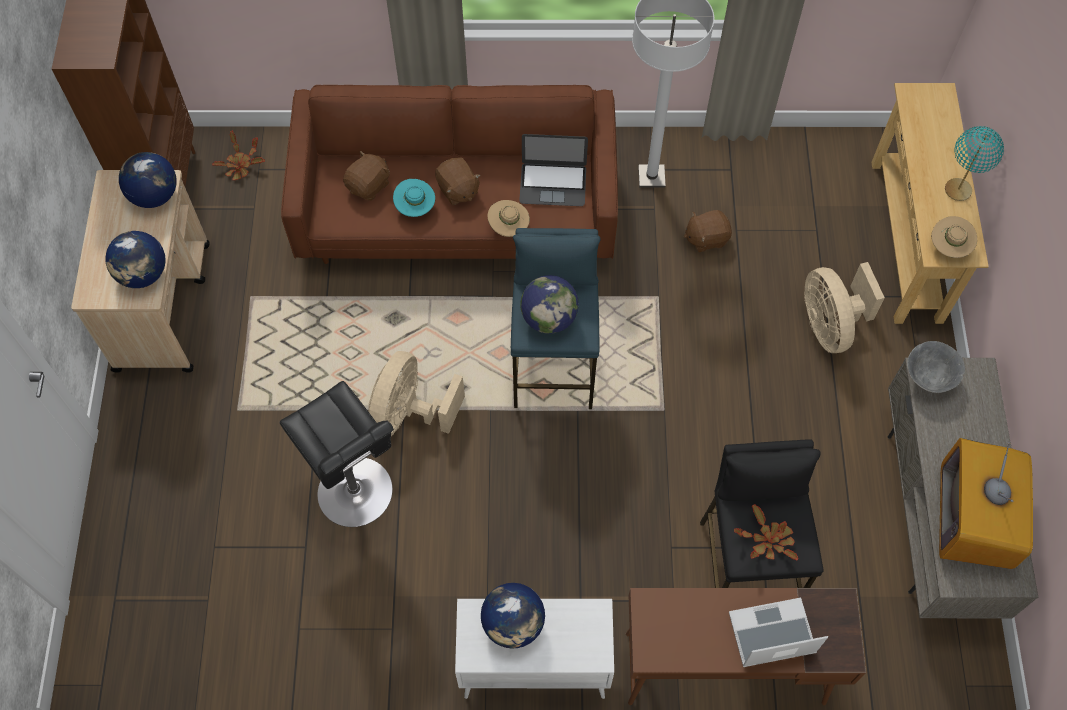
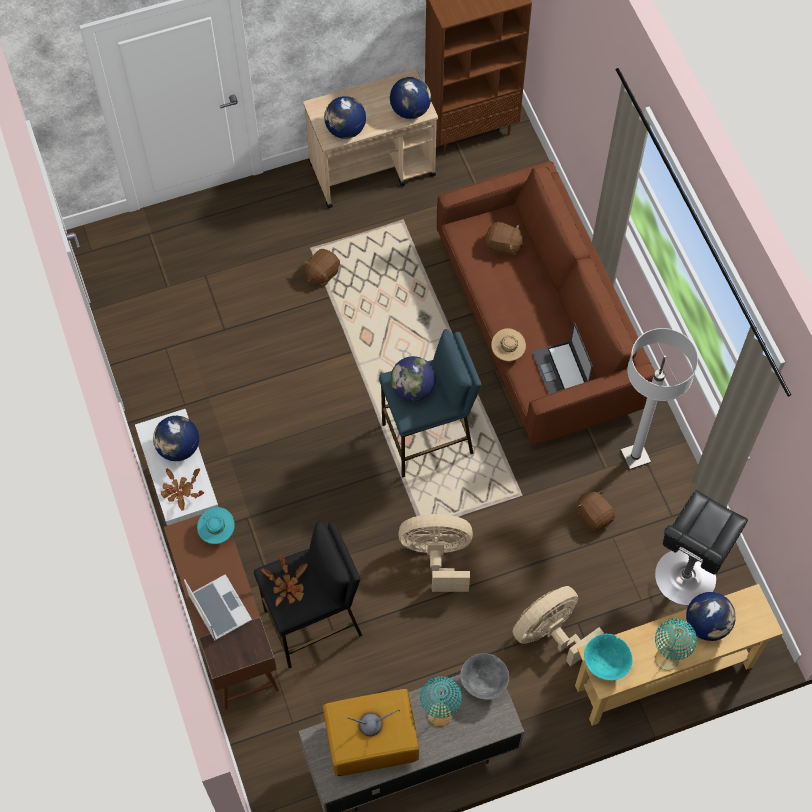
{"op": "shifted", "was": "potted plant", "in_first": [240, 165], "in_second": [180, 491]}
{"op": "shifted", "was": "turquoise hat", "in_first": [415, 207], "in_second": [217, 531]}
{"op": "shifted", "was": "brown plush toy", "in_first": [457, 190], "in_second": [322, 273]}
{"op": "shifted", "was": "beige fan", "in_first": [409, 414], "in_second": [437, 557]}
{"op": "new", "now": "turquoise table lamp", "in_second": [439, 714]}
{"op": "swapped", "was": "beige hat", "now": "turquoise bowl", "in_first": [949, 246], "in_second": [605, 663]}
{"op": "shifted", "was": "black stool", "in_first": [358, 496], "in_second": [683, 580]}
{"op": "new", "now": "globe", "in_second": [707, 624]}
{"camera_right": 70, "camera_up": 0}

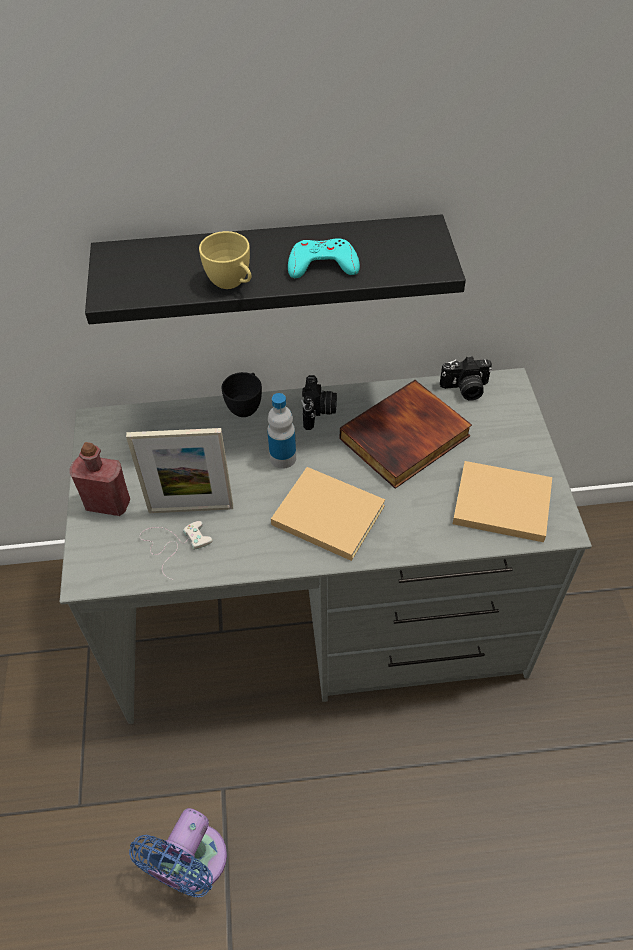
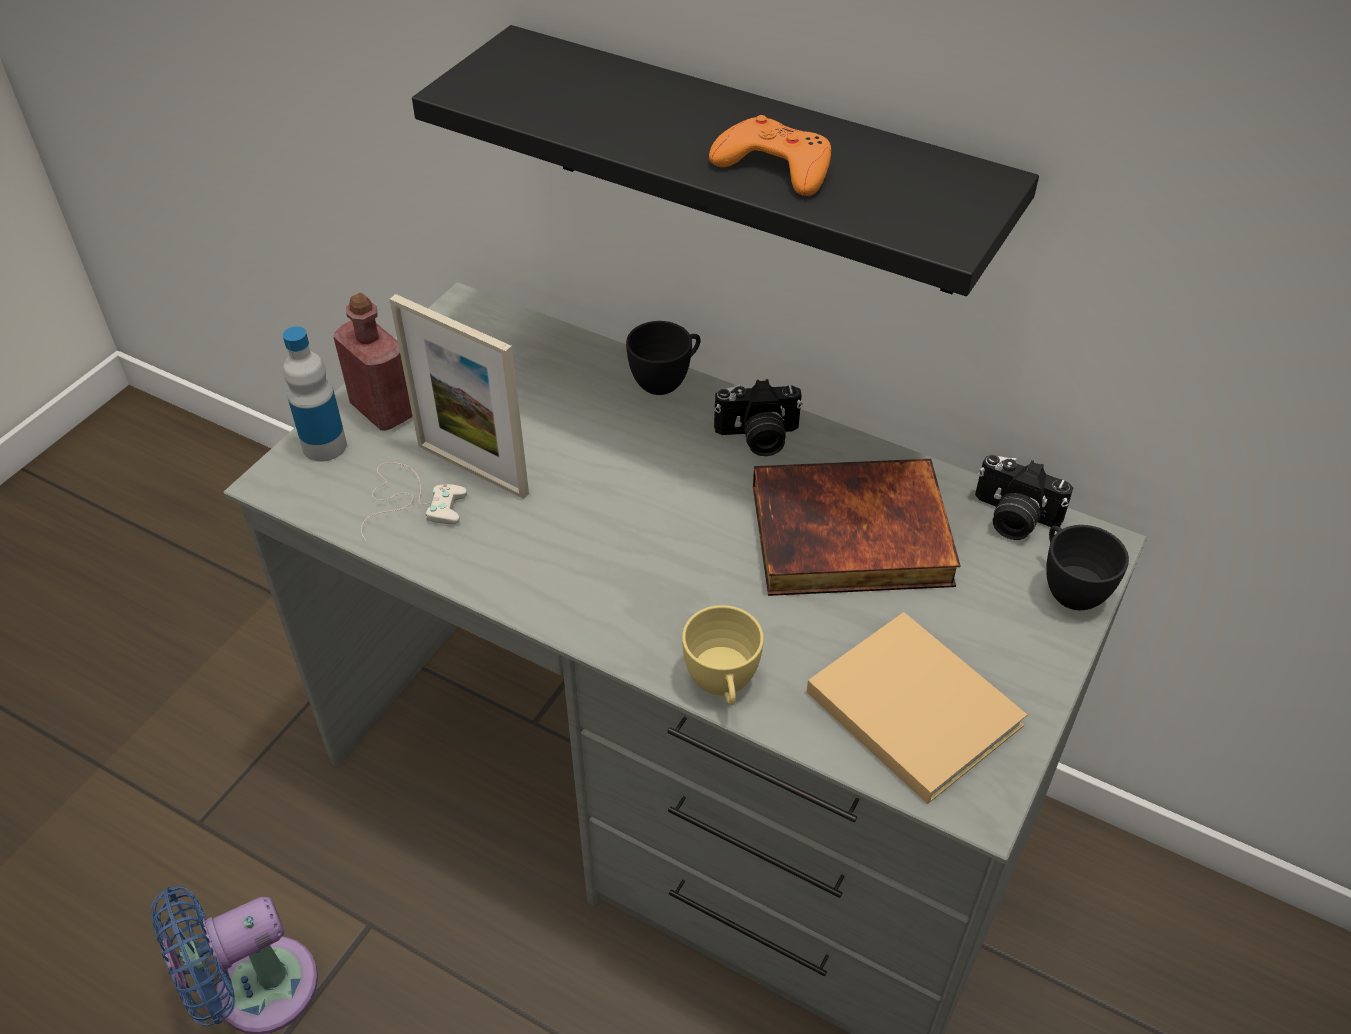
{"op": "shifted", "was": "bottle", "in_first": [283, 458], "in_second": [324, 446]}
{"op": "shifted", "was": "yellow cup", "in_first": [232, 283], "in_second": [722, 685]}
{"op": "repainted", "was": "turquoise game controller", "now": "orange game controller", "in_first": [322, 265], "in_second": [774, 166]}
{"op": "rotated", "was": "photo camera", "in_first": [319, 412], "in_second": [757, 437], "clockwise": 45}
{"op": "new", "now": "black cup", "in_second": [1069, 587]}
{"op": "gone", "was": "beige book", "in_first": [325, 514]}
{"camera_right": 35, "camera_up": -5}

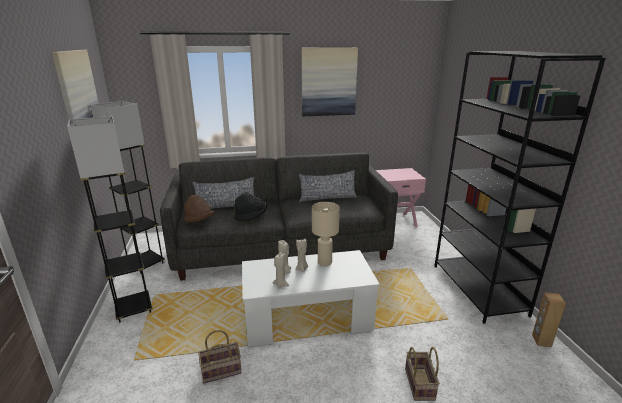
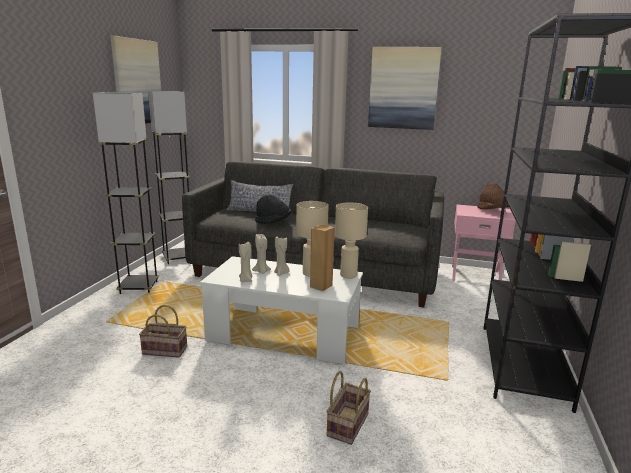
{"op": "shifted", "was": "brown speaker", "in_first": [541, 340], "in_second": [320, 286]}
{"op": "new", "now": "beige table lamp", "in_second": [349, 275]}
{"op": "shifted", "was": "brown hat", "in_first": [199, 221], "in_second": [492, 211]}
{"op": "gone", "was": "pillow", "in_first": [327, 198]}
{"camera_right": 25, "camera_up": -5}

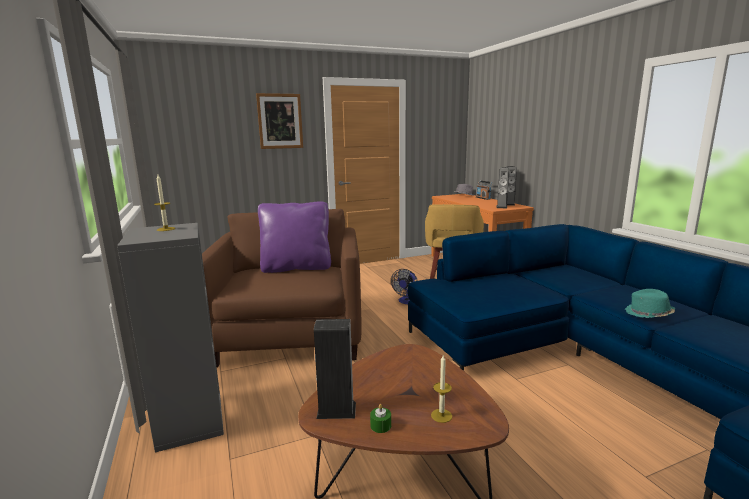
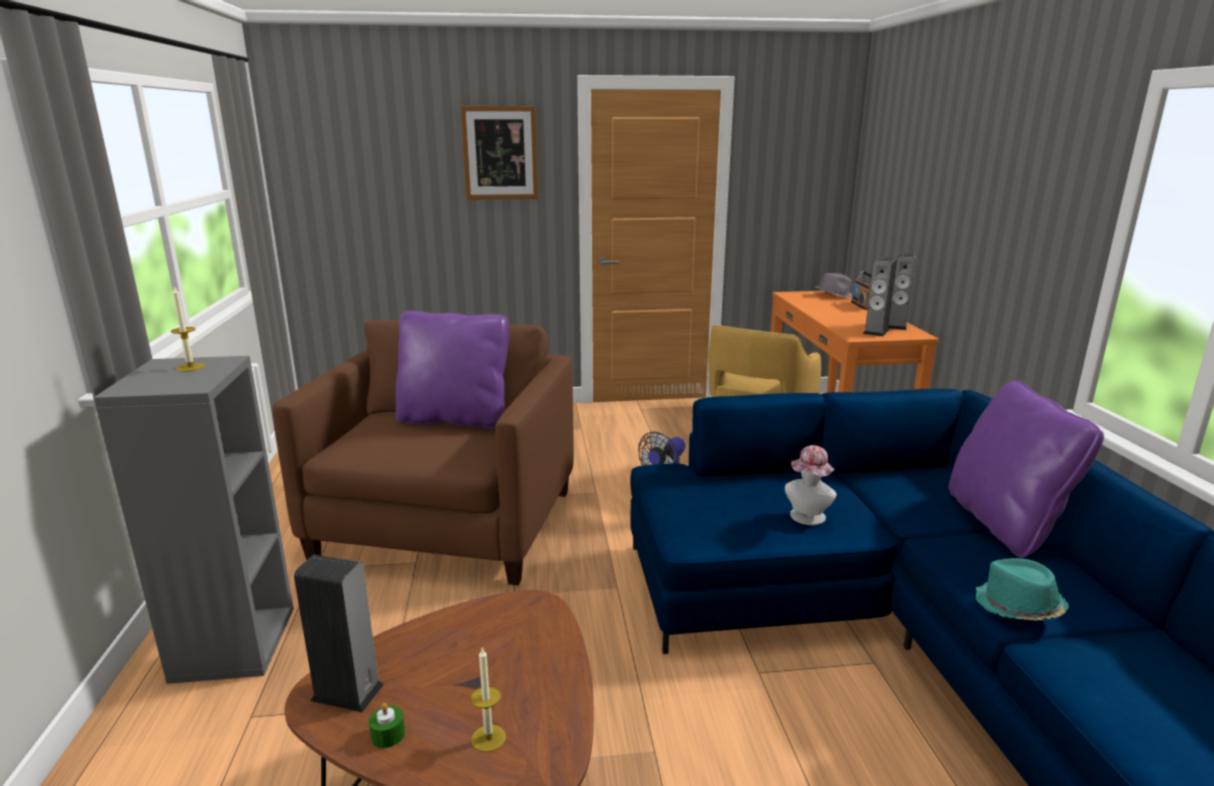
{"op": "new", "now": "hat", "in_second": [807, 518]}
{"op": "new", "now": "purple pillow", "in_second": [1004, 524]}
{"camera_right": 15, "camera_up": 5}

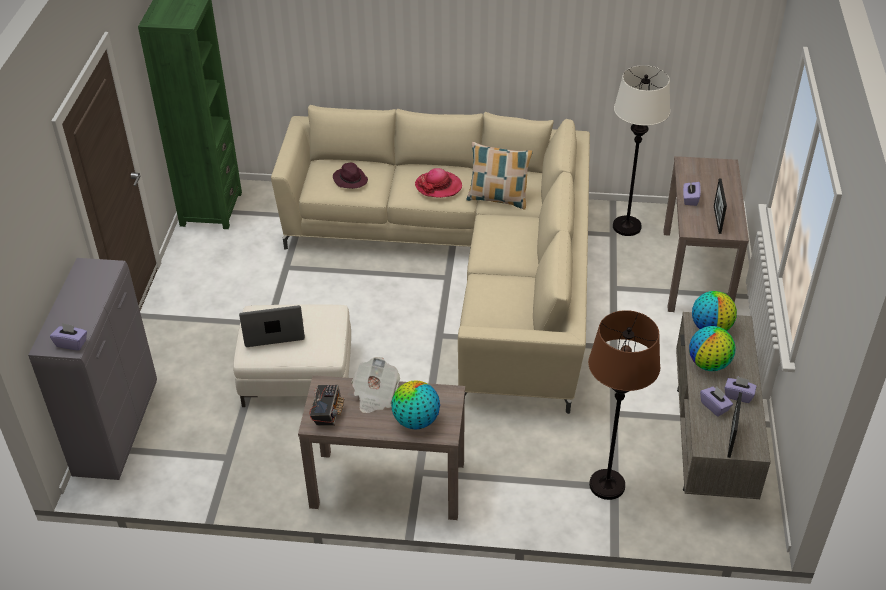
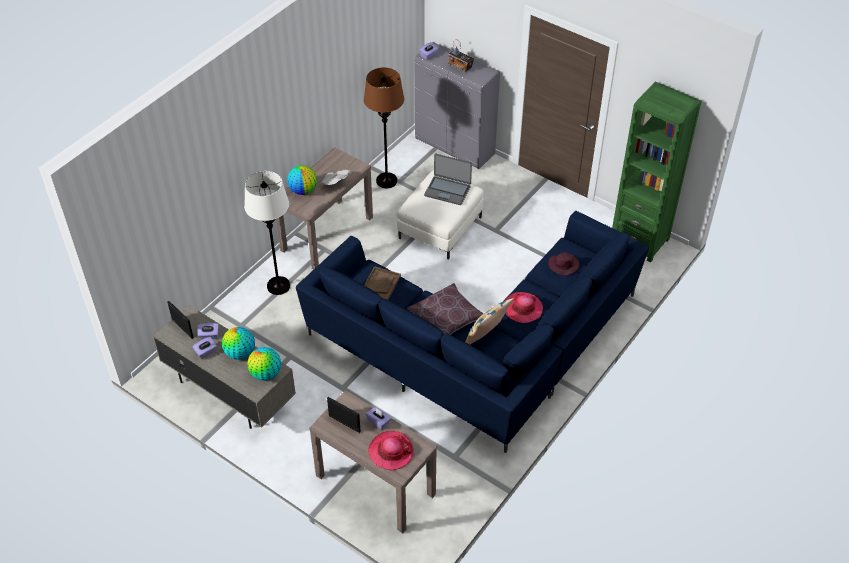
{"op": "shifted", "was": "white floor lamp", "in_first": [626, 227], "in_second": [278, 286]}
{"op": "repainted", "was": "beige sofa", "now": "blue sofa", "in_first": [467, 266], "in_second": [481, 349]}
{"op": "shifted", "was": "brown floor lamp", "in_first": [606, 485], "in_second": [386, 181]}
{"op": "new", "now": "brown tray", "in_second": [380, 284]}
{"op": "new", "now": "hat", "in_second": [391, 452]}
{"op": "new", "now": "brown pillow", "in_second": [446, 318]}
{"op": "rotated", "was": "laptop", "in_first": [273, 330], "in_second": [447, 190], "clockwise": 90}
{"op": "shifted", "was": "radio", "in_first": [327, 414], "in_second": [460, 67]}
{"camera_right": 120, "camera_up": 5}

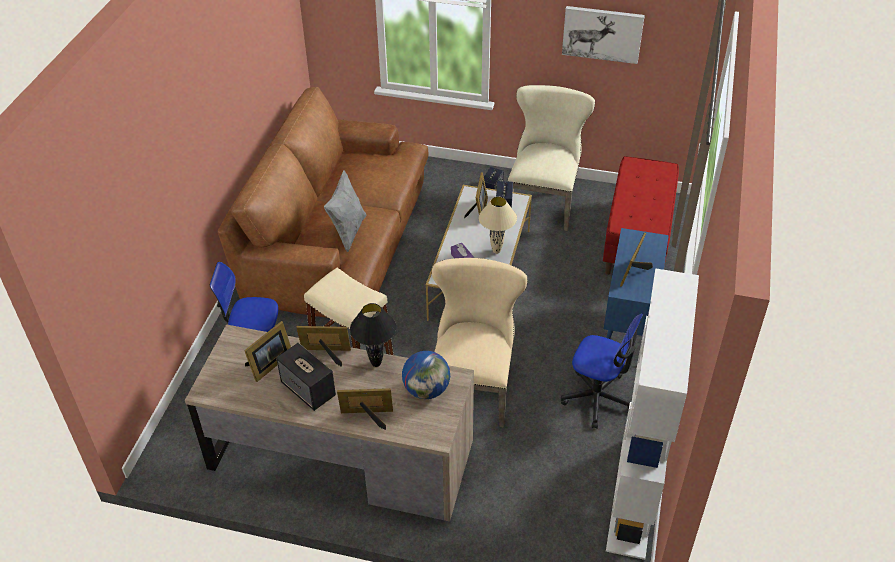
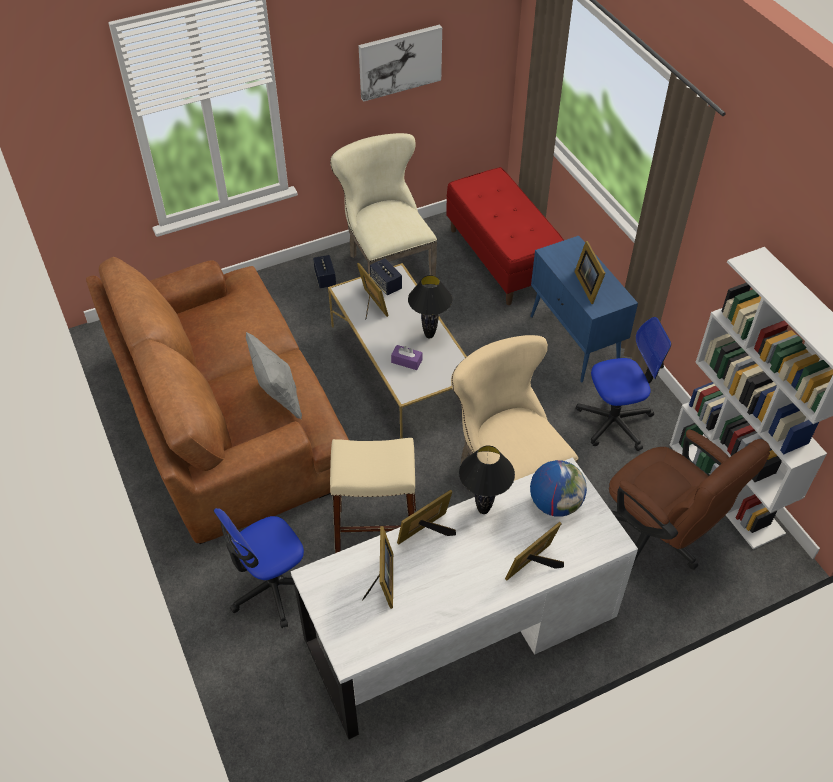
{"op": "repainted", "was": "brown desk", "now": "white desk", "in_first": [341, 455], "in_second": [461, 628]}
{"op": "repainted", "was": "beige table lamp", "now": "black table lamp", "in_first": [496, 251], "in_second": [429, 336]}
{"op": "new", "now": "brown office chair", "in_second": [659, 538]}
{"op": "gone", "was": "speaker", "in_first": [308, 390]}
{"camera_right": -40, "camera_up": 5}

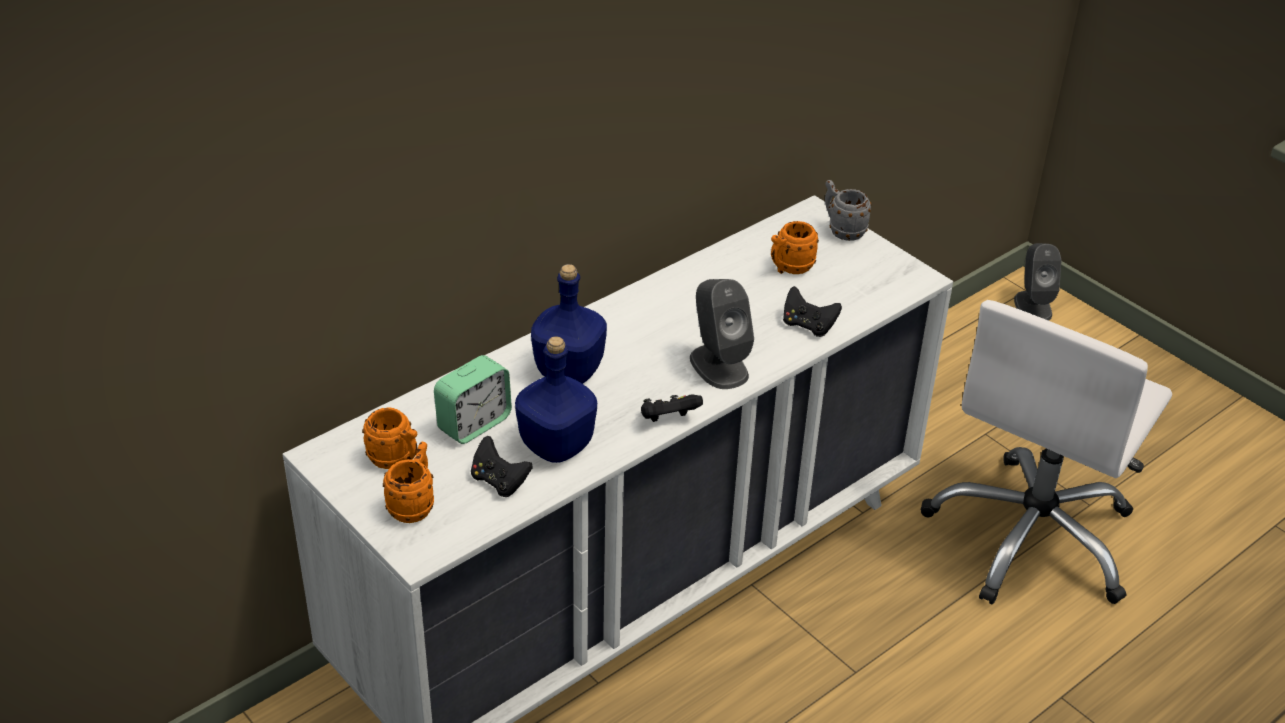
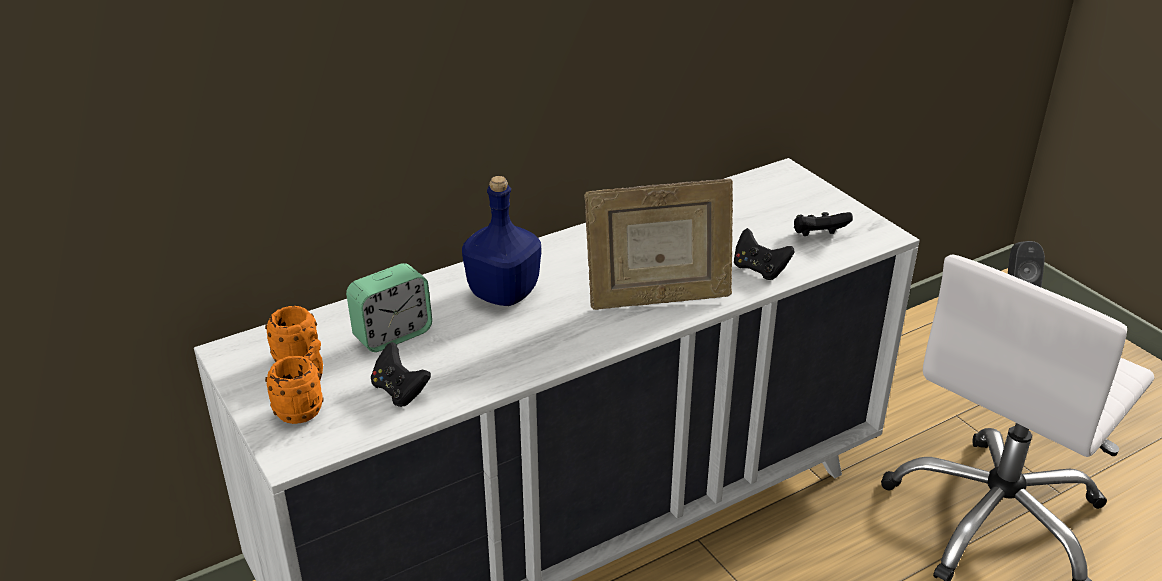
{"op": "swapped", "was": "grey speaker", "now": "picture frame", "in_first": [718, 366], "in_second": [658, 299]}
{"op": "shifted", "was": "black game controller", "in_first": [668, 419], "in_second": [818, 236]}
{"op": "gone", "was": "blue bottle", "in_first": [555, 446]}
{"op": "gone", "was": "orange mug", "in_first": [789, 268]}
{"op": "gone", "was": "grey mug", "in_first": [842, 230]}
{"camera_right": 10, "camera_up": -5}

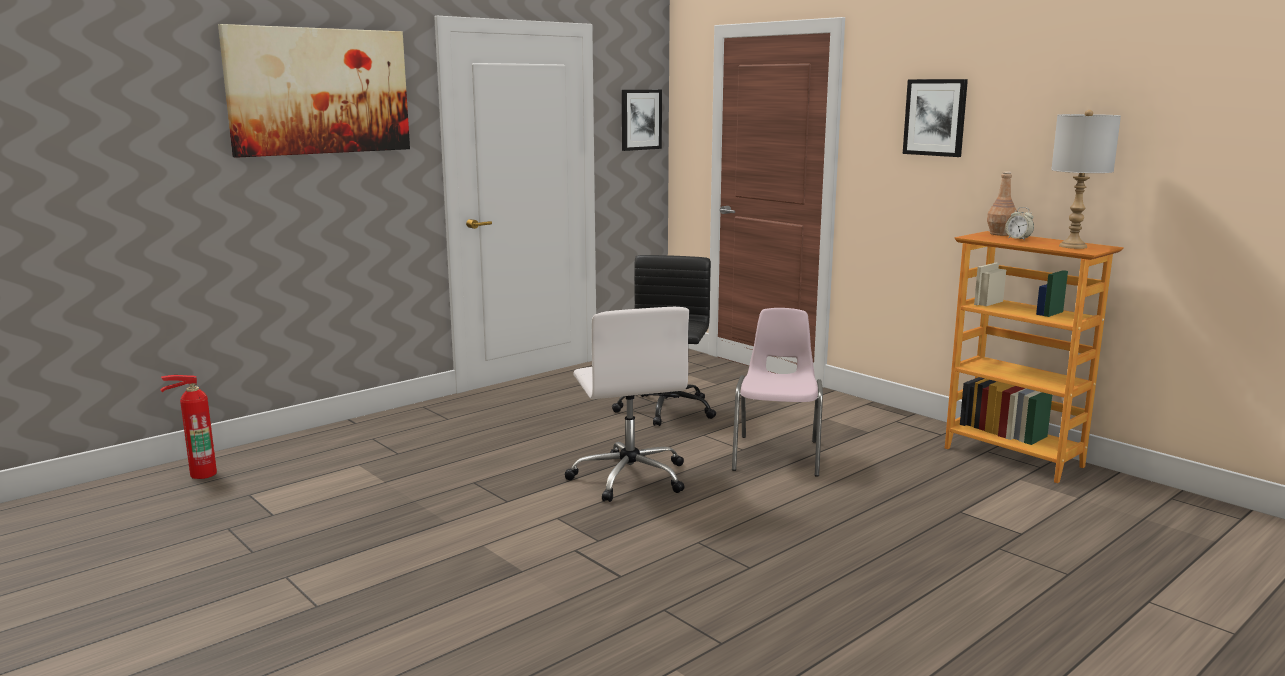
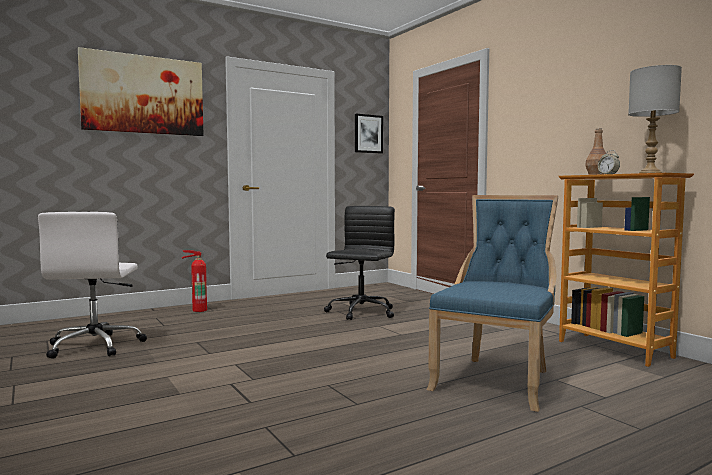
{"op": "shifted", "was": "white office chair", "in_first": [629, 477], "in_second": [96, 346]}
{"op": "shifted", "was": "fire extinguisher", "in_first": [201, 474], "in_second": [198, 310]}
{"op": "new", "now": "blue chair", "in_second": [496, 380]}
{"op": "gone", "was": "pink chair", "in_first": [777, 455]}
{"op": "gone", "was": "picture", "in_first": [935, 117]}
{"camera_right": 10, "camera_up": -10}

